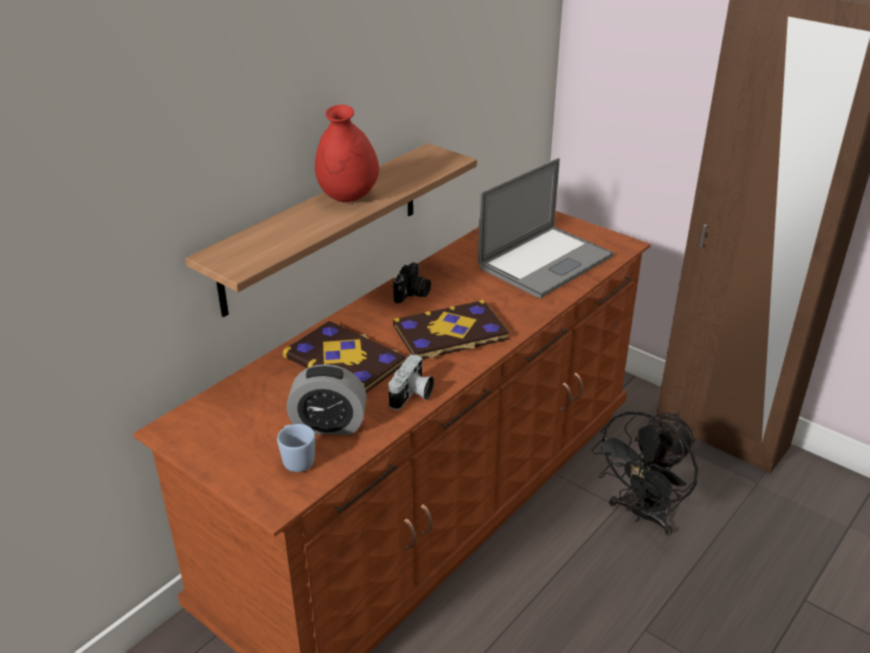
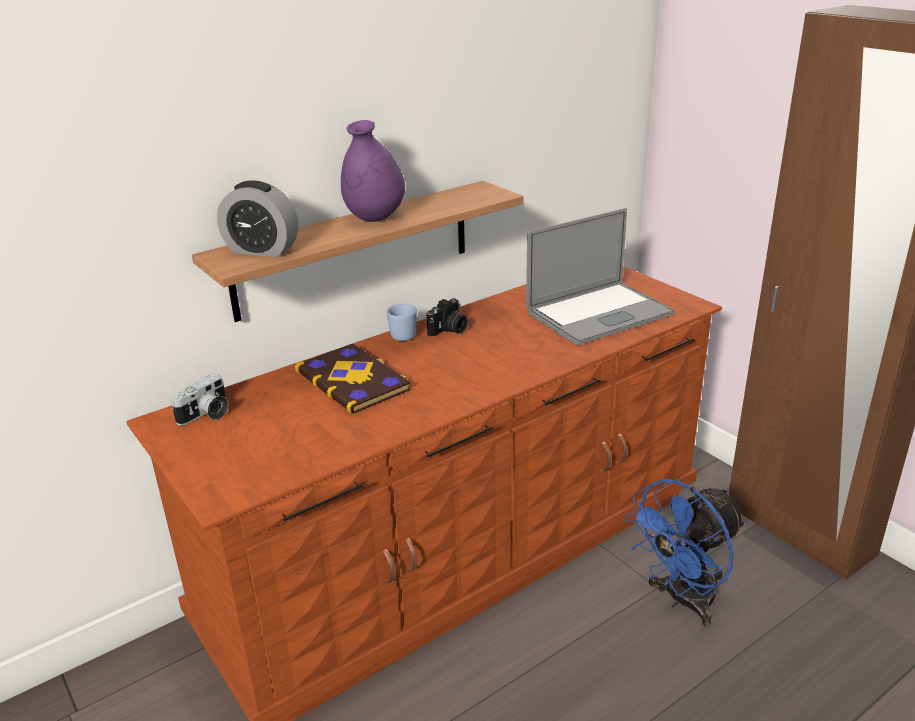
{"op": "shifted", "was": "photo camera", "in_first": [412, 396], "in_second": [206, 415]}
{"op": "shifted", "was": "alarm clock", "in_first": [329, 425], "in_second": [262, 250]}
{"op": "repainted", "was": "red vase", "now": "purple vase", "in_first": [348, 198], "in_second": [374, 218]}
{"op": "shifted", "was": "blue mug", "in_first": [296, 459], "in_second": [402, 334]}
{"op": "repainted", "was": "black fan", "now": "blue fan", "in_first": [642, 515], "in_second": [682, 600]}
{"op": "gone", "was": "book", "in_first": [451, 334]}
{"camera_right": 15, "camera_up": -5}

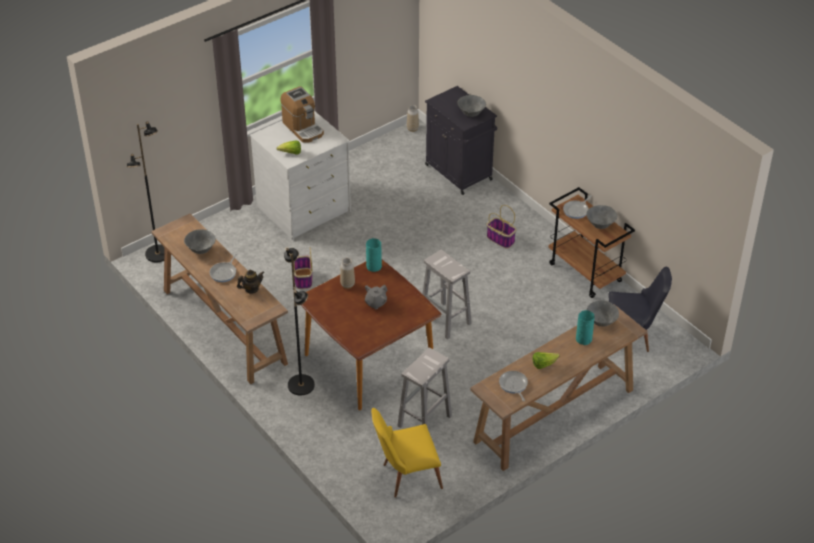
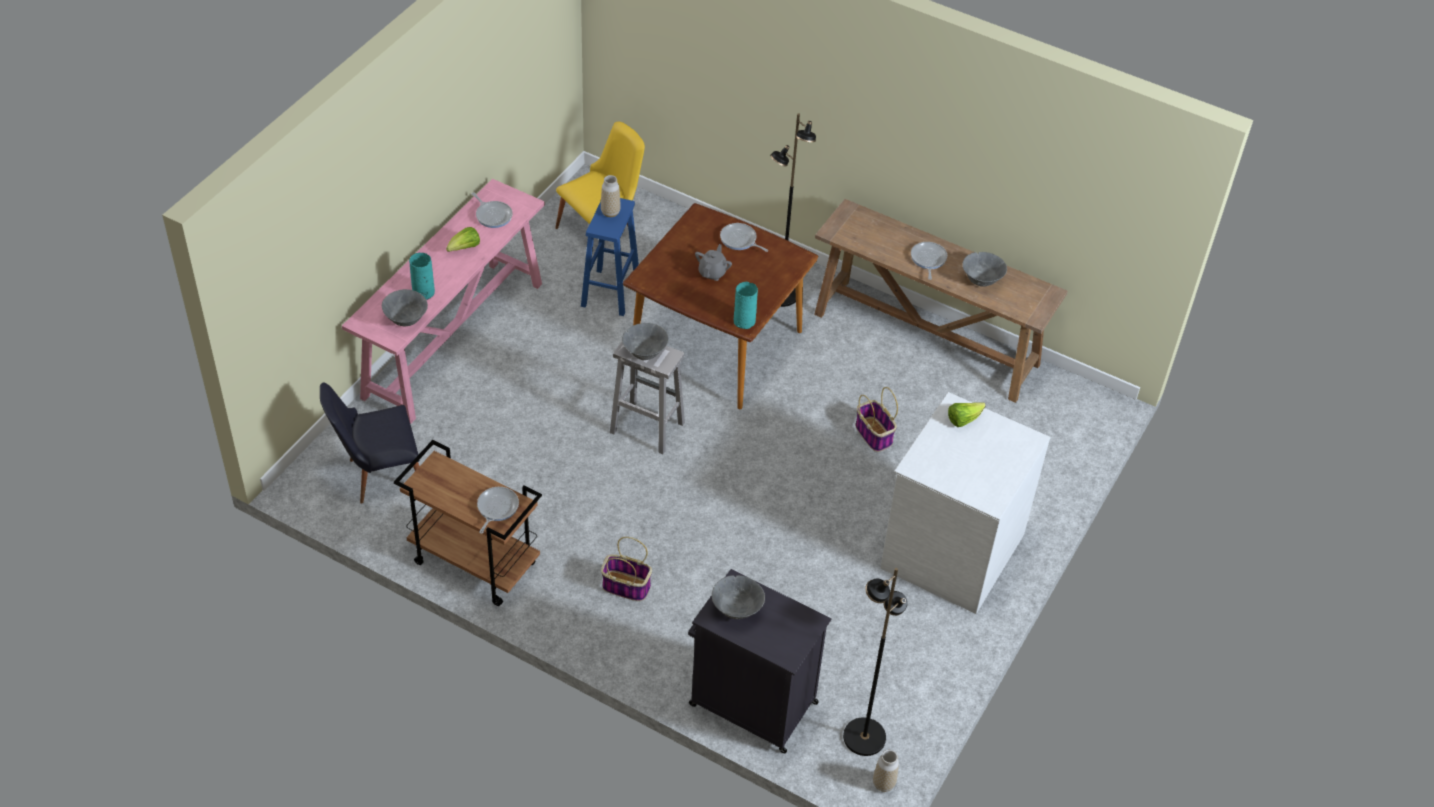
{"op": "repainted", "was": "brown console table", "now": "pink console table", "in_first": [553, 416], "in_second": [454, 339]}
{"op": "repainted", "was": "white stool", "now": "blue stool", "in_first": [424, 422], "in_second": [610, 291]}
{"op": "shifted", "was": "vase", "in_first": [347, 285], "in_second": [610, 212]}
{"op": "shifted", "was": "grey bowl", "in_first": [600, 225], "in_second": [644, 354]}
{"op": "new", "now": "frying pan", "in_second": [739, 240]}
{"op": "shifted", "was": "black floor lamp", "in_first": [158, 254], "in_second": [863, 737]}
{"op": "gone", "was": "teapot", "in_first": [251, 289]}
{"op": "gone", "was": "coffee machine", "in_first": [303, 128]}
{"camera_right": 155, "camera_up": 5}

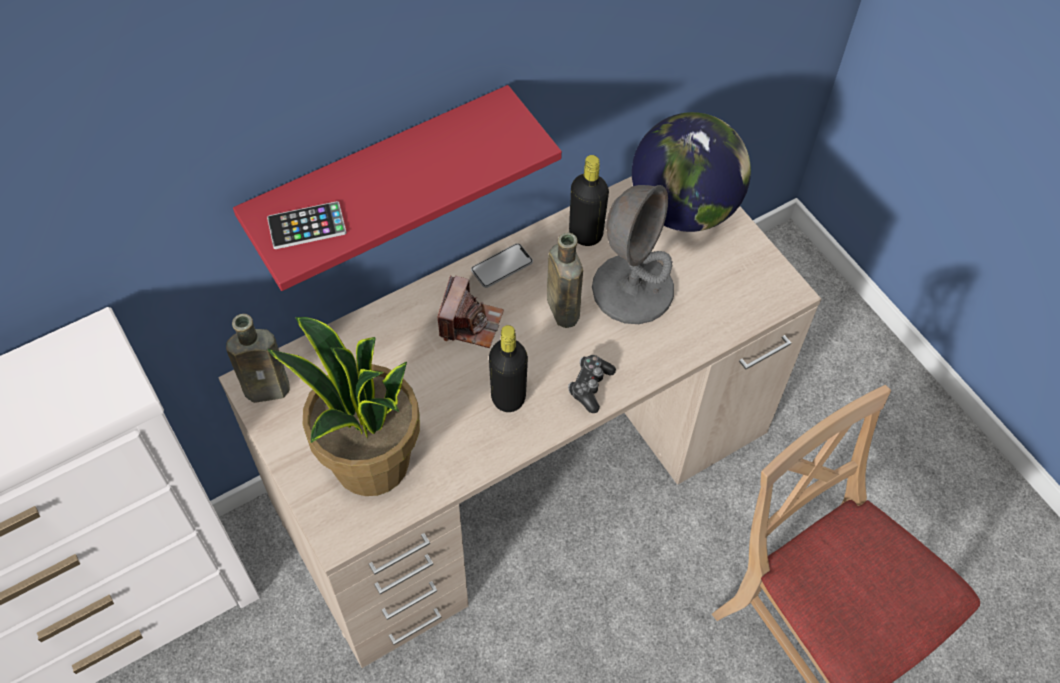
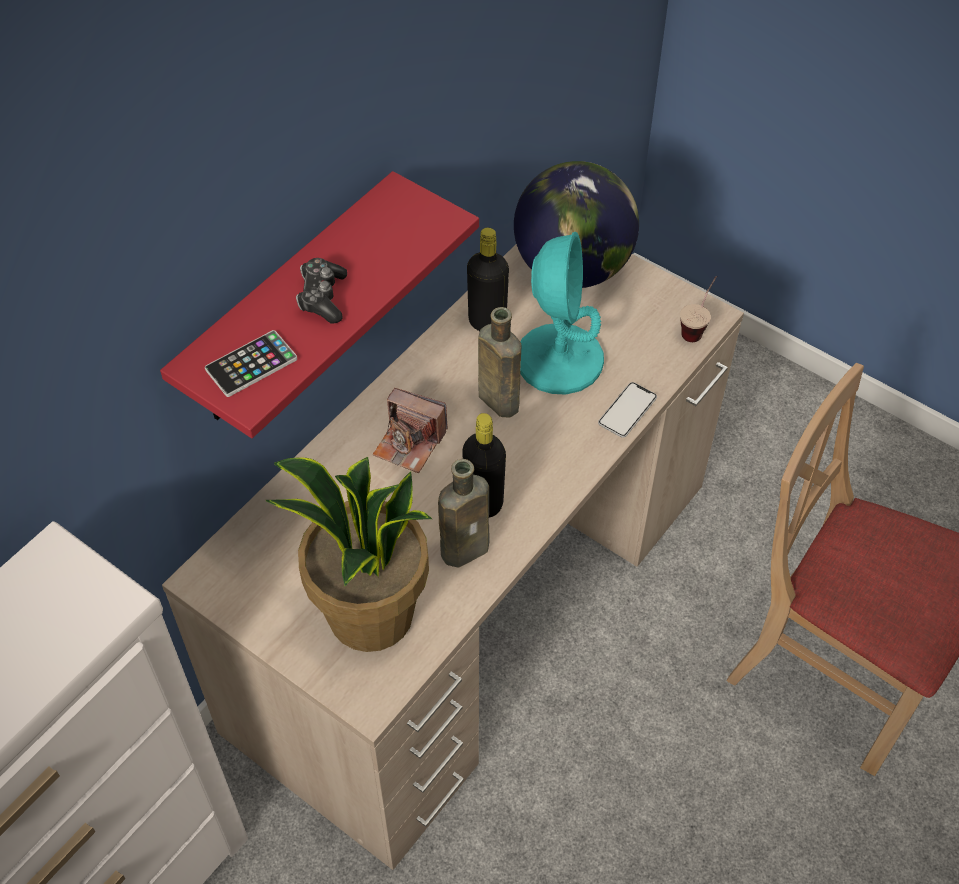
{"op": "shifted", "was": "game controller", "in_first": [590, 386], "in_second": [322, 297]}
{"op": "rotated", "was": "photo camera", "in_first": [470, 323], "in_second": [410, 443], "clockwise": 120}
{"op": "shifted", "was": "brown bottle", "in_first": [270, 388], "in_second": [468, 547]}
{"op": "repainted", "was": "grey table lamp", "now": "turquoise table lamp", "in_first": [633, 289], "in_second": [559, 359]}
{"op": "shifted", "was": "phone", "in_first": [502, 266], "in_second": [627, 411]}
{"op": "new", "now": "cup", "in_second": [697, 327]}
{"camera_right": -20, "camera_up": -5}

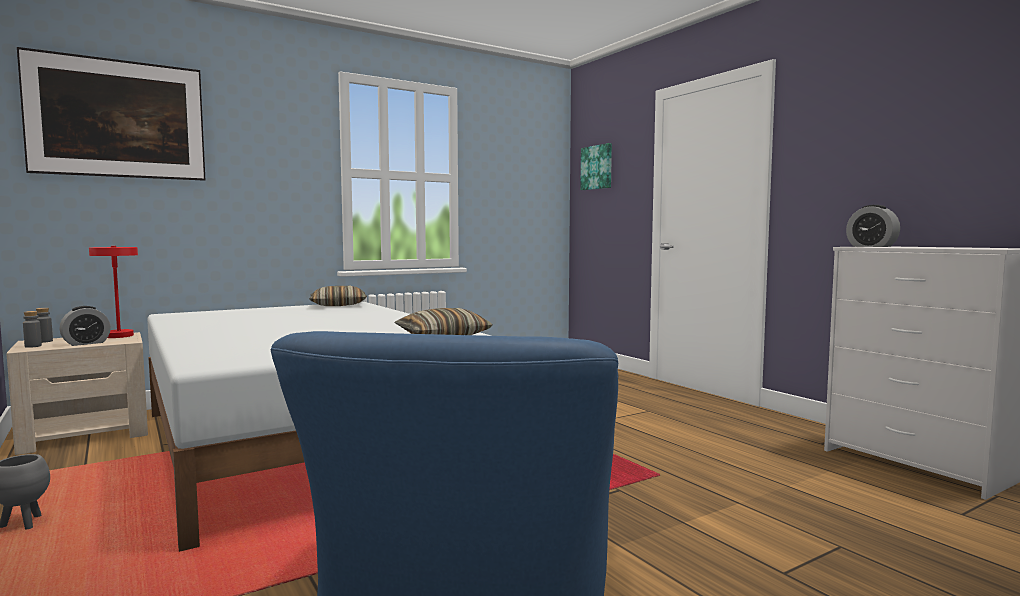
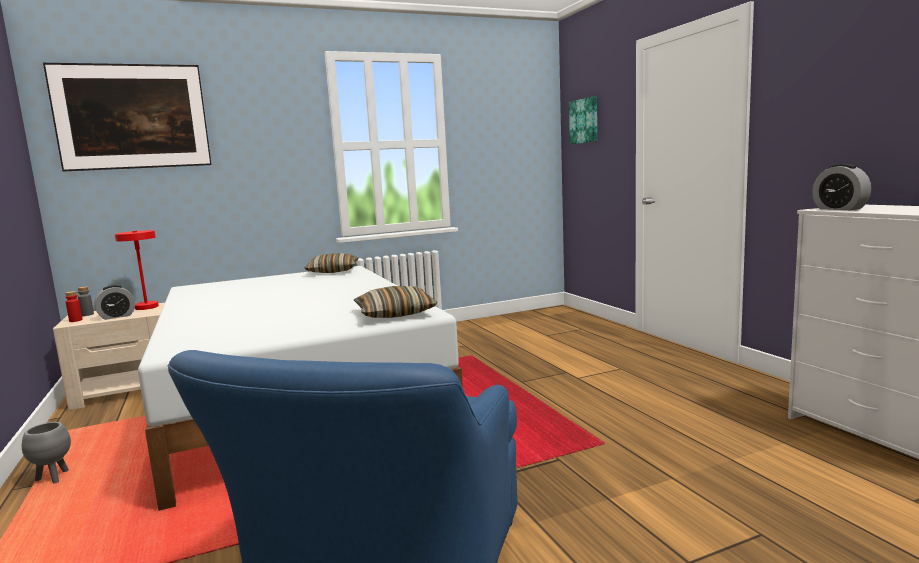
{"op": "repainted", "was": "grey bottle", "now": "red bottle", "in_first": [33, 346], "in_second": [76, 320]}
{"camera_right": 10, "camera_up": 5}

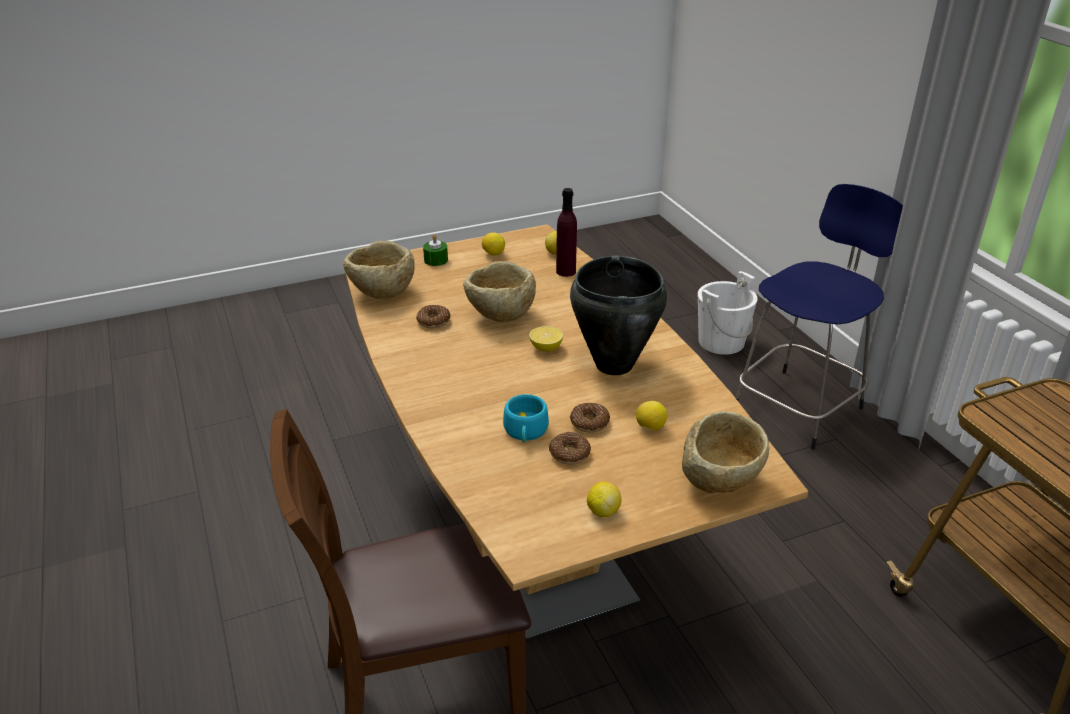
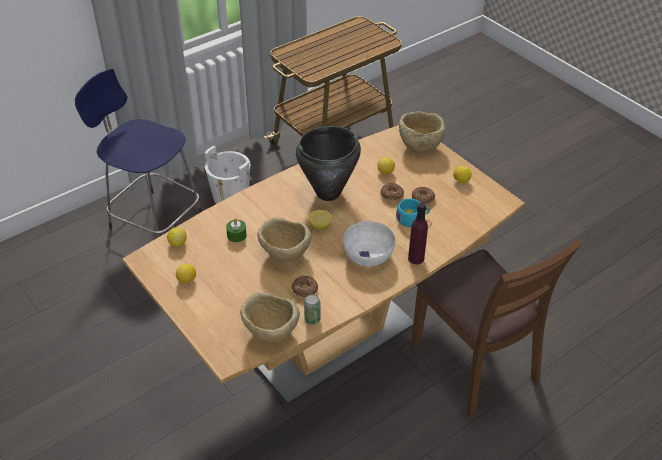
{"op": "shifted", "was": "white bucket", "in_first": [721, 342], "in_second": [230, 197]}
{"op": "shifted", "was": "green candle", "in_first": [436, 260], "in_second": [236, 235]}
{"op": "new", "now": "can", "in_second": [312, 319]}
{"op": "new", "now": "white bowl", "in_second": [368, 256]}
{"op": "shifted", "was": "purple bottle", "in_first": [566, 271], "in_second": [416, 258]}
{"camera_right": -105, "camera_up": 10}

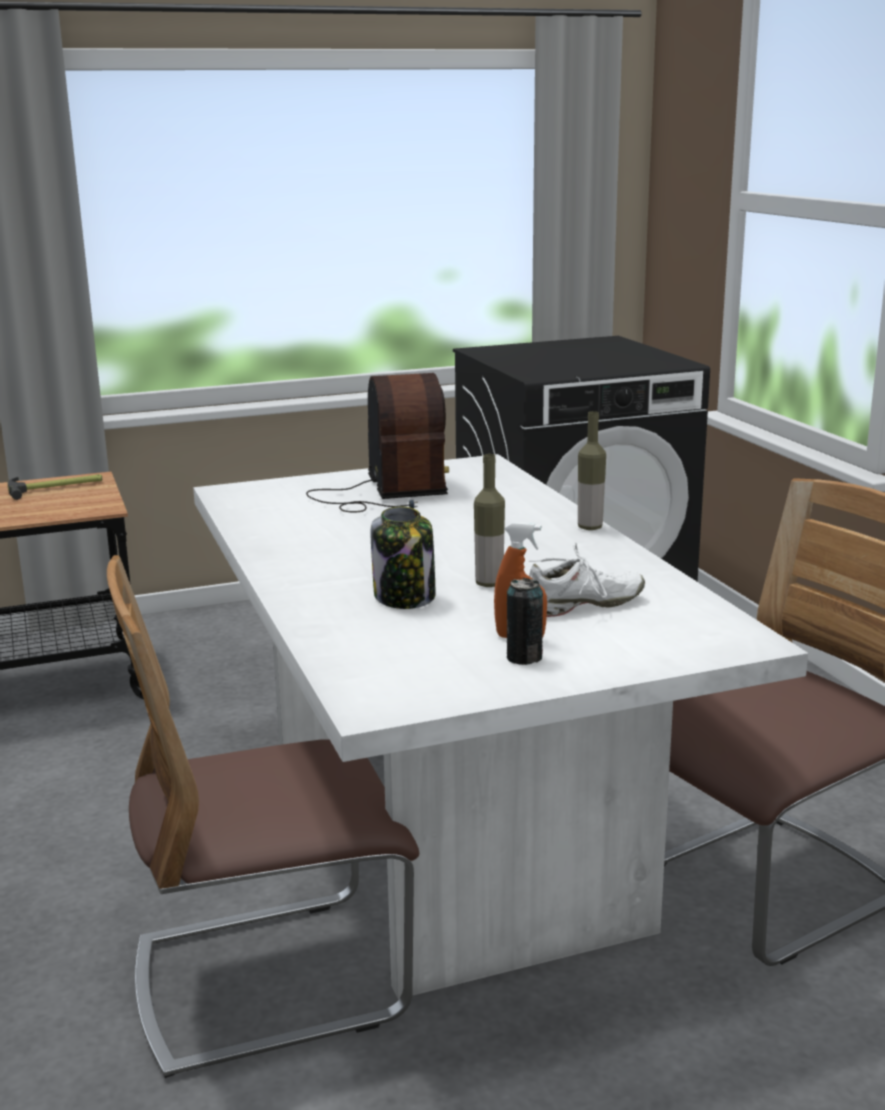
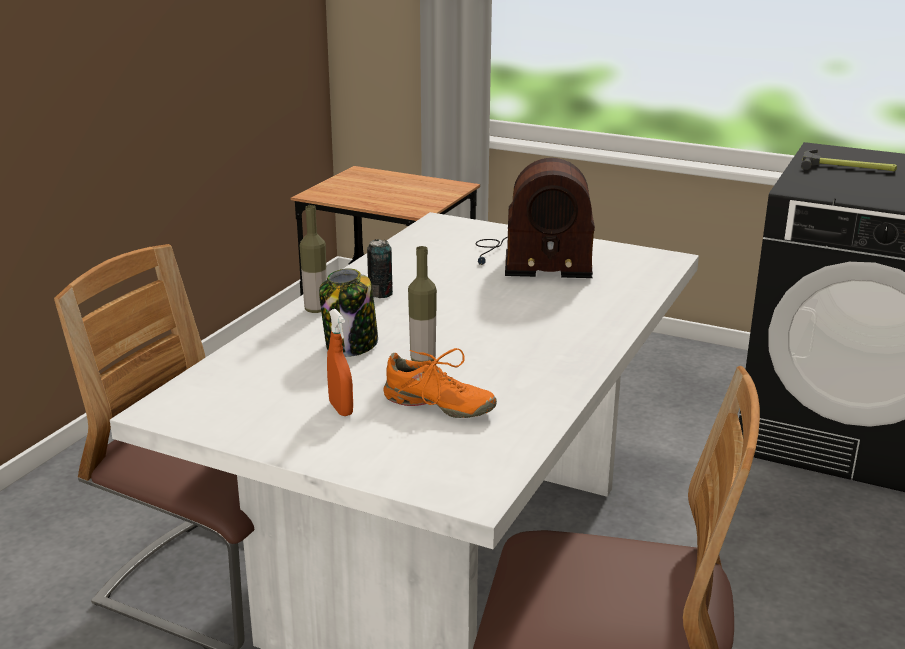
{"op": "shifted", "was": "bottle", "in_first": [590, 527], "in_second": [316, 310]}
{"op": "shifted", "was": "can", "in_first": [524, 658], "in_second": [380, 294]}
{"op": "repainted", "was": "white shoe", "now": "orange shoe", "in_first": [583, 605], "in_second": [438, 406]}
{"op": "rotated", "was": "radio", "in_first": [386, 493], "in_second": [532, 260], "clockwise": 60}
{"op": "shifted", "was": "hammer", "in_first": [56, 488], "in_second": [848, 168]}
{"camera_right": 45, "camera_up": 5}

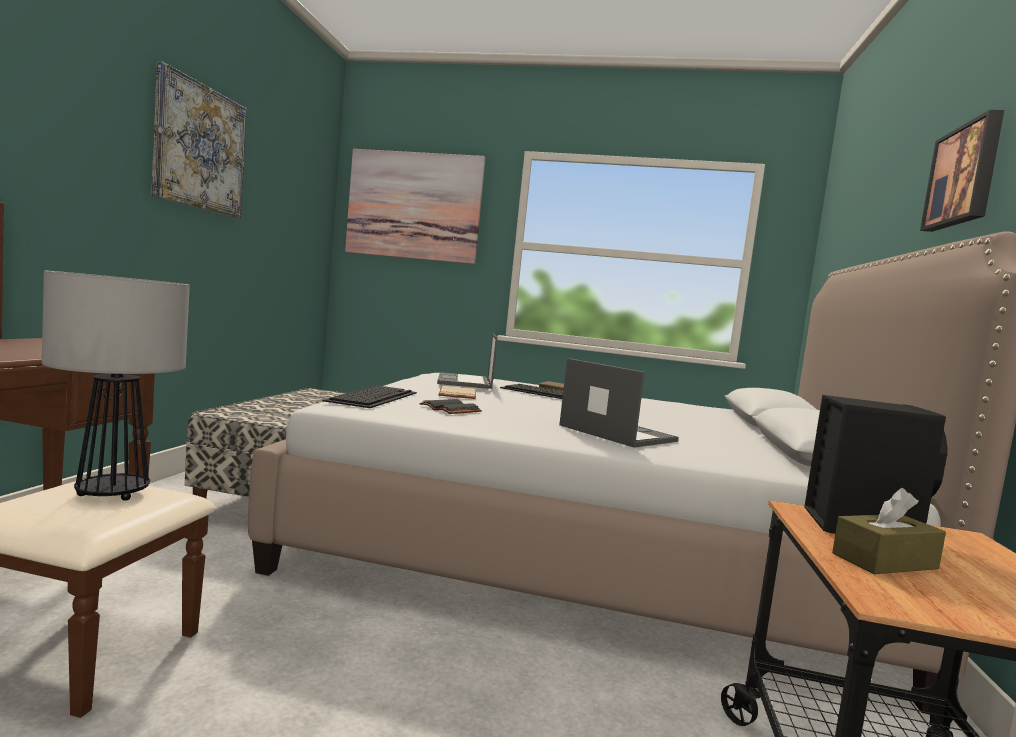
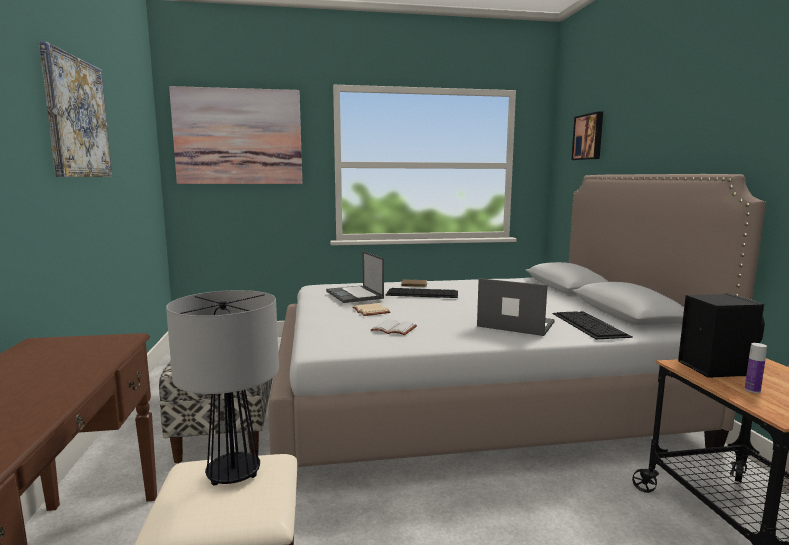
{"op": "repainted", "was": "black book", "now": "white book", "in_first": [451, 409], "in_second": [395, 329]}
{"op": "shifted", "was": "keyboard", "in_first": [373, 396], "in_second": [588, 324]}
{"op": "shifted", "was": "picture", "in_first": [965, 176], "in_second": [589, 137]}
{"op": "swapped", "was": "brown tissue box", "now": "bottle", "in_first": [884, 561], "in_second": [752, 390]}
{"camera_right": -20, "camera_up": 5}

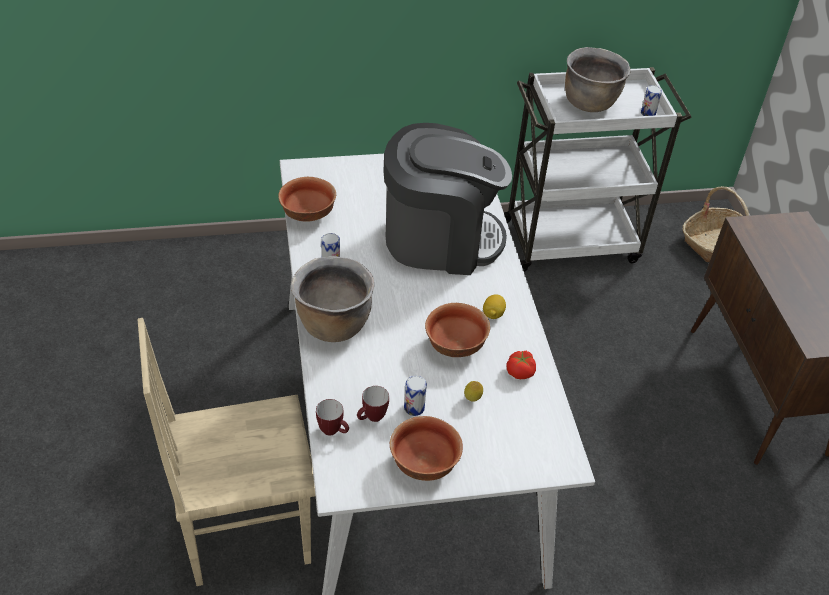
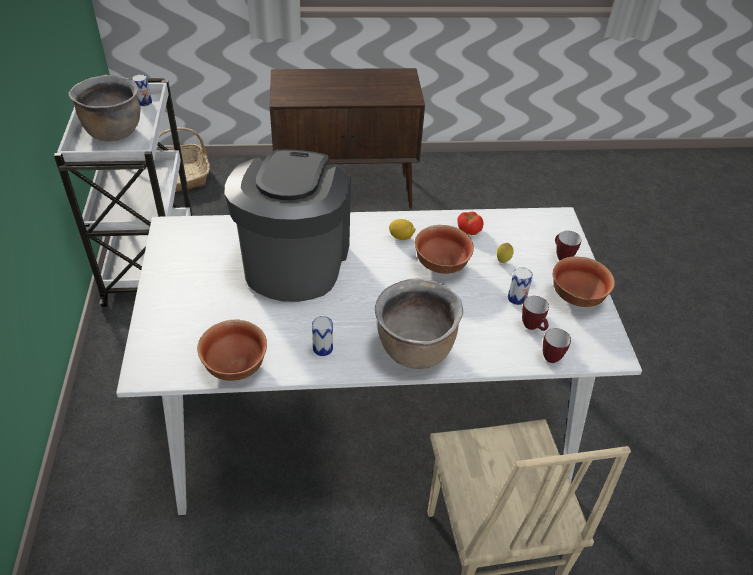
{"op": "new", "now": "mug", "in_second": [561, 256]}
{"camera_right": -85, "camera_up": 0}

